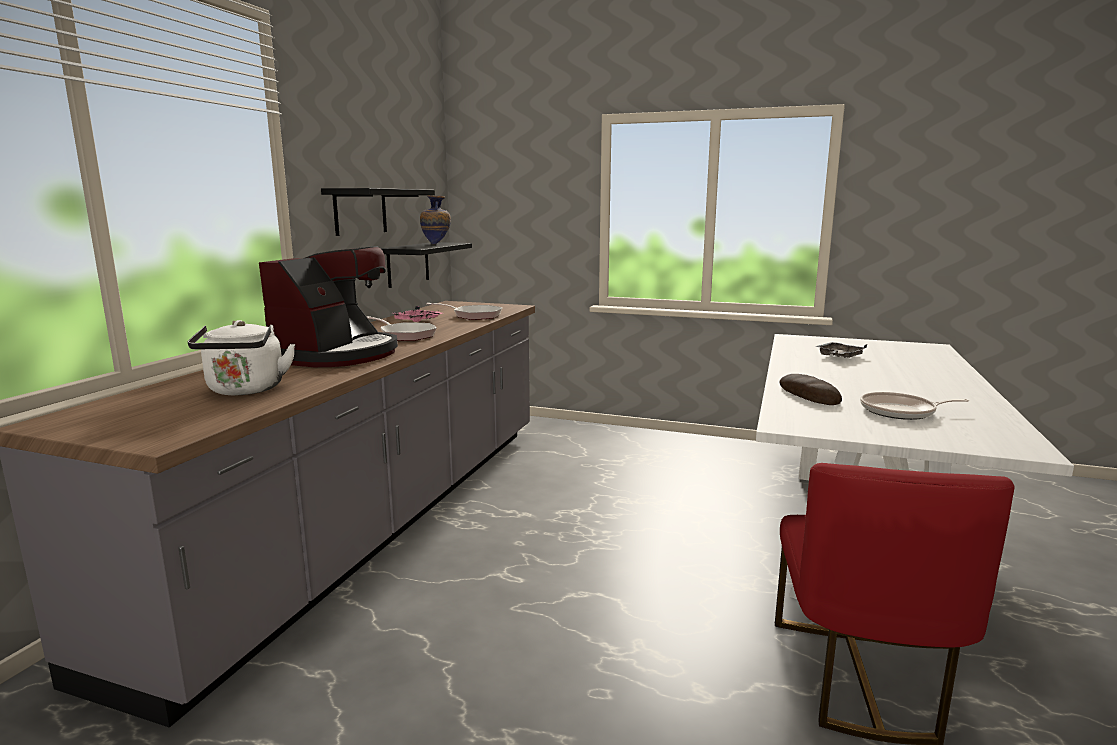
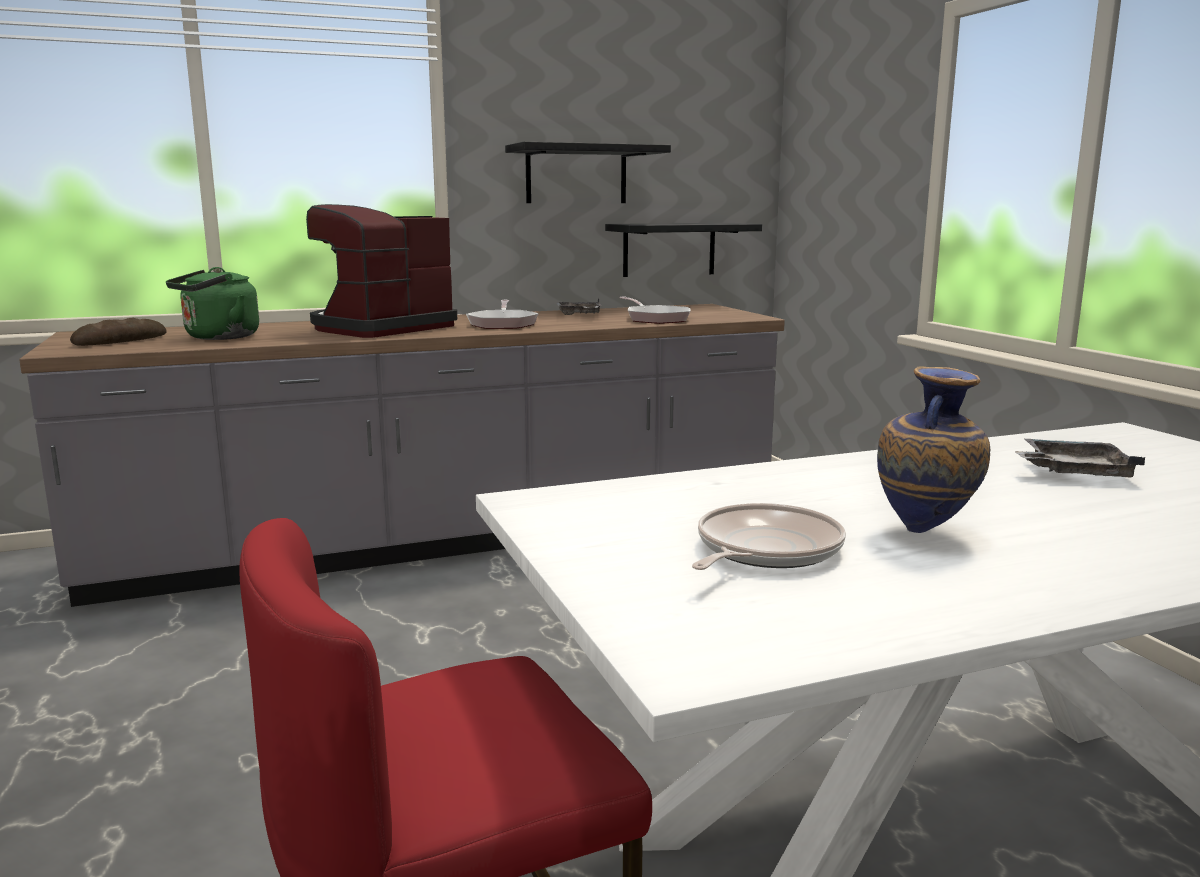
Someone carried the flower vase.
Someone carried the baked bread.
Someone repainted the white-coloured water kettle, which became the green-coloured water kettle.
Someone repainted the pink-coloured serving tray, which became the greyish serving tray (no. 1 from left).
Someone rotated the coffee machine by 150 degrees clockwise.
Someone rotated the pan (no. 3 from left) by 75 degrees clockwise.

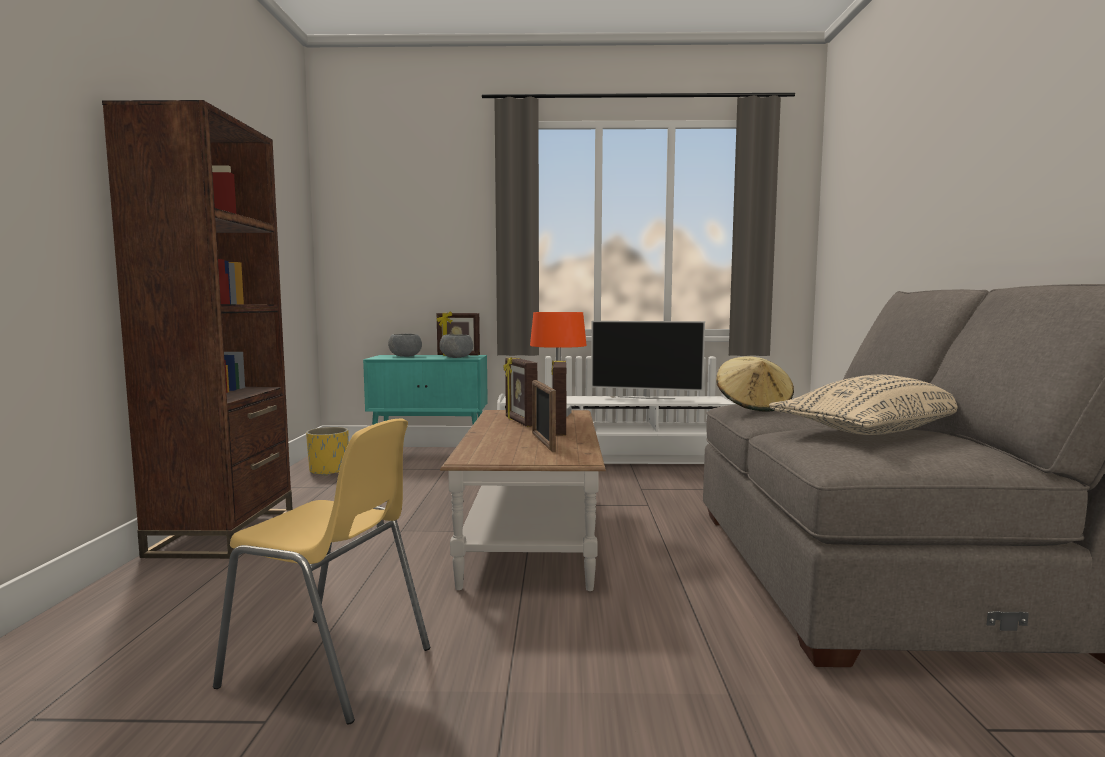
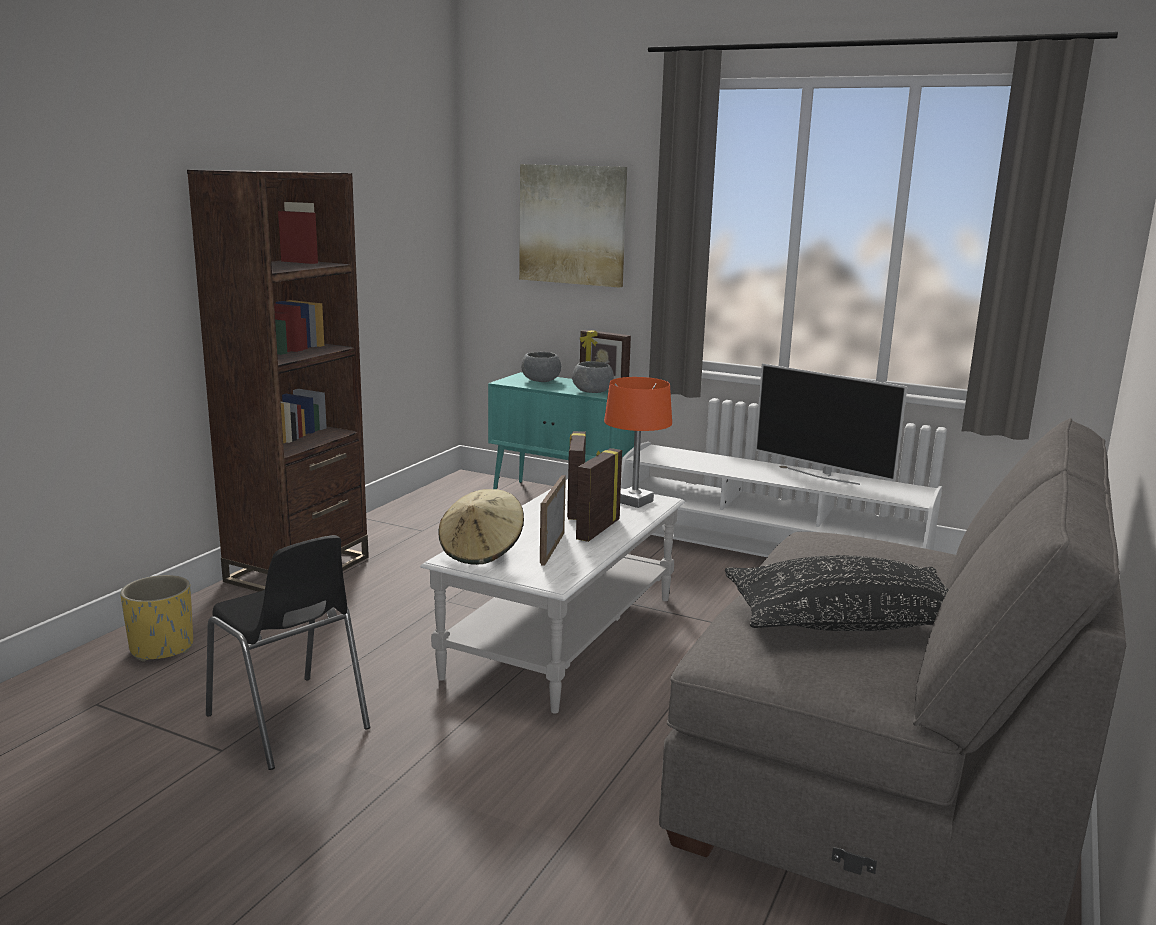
Someone put up the wall picture.
Someone carried the yellowish flower pot.
Someone carried the beige clothing hat.
Someone repainted the yellowish upright chair, which became the black upright chair.
Someone repainted the brown-coloured lounge table, which became the white-coloured lounge table.
Someone repainted the beige cushion, which became the black cushion.

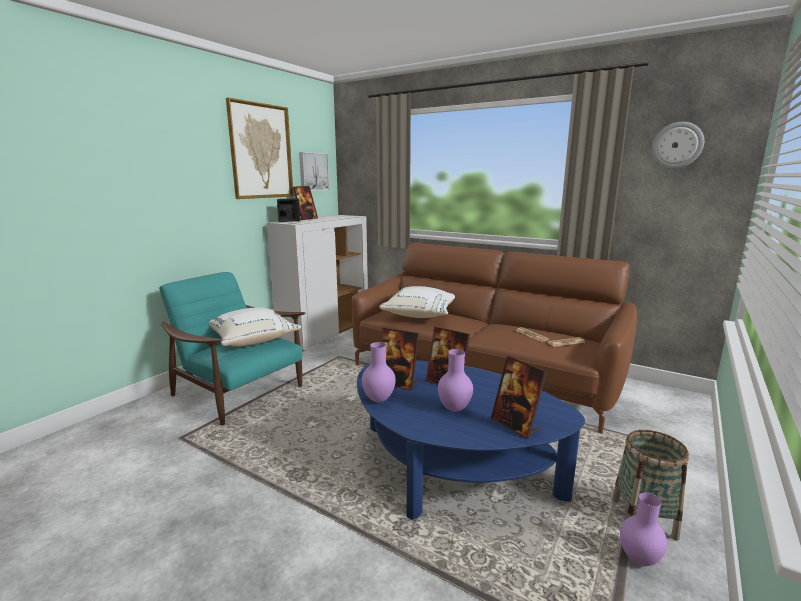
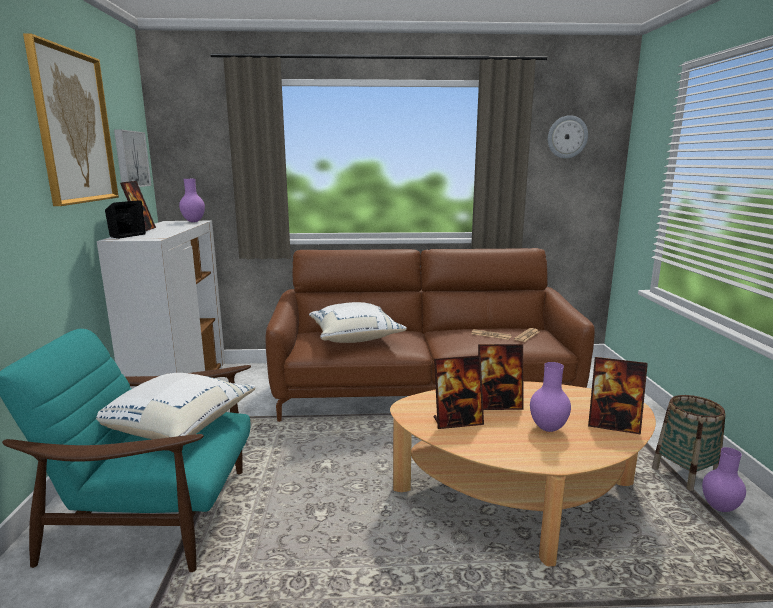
Someone carried the purplish flower vase (no. 1 from left).
Someone repainted the blue-coloured lounge table, which became the beige lounge table.

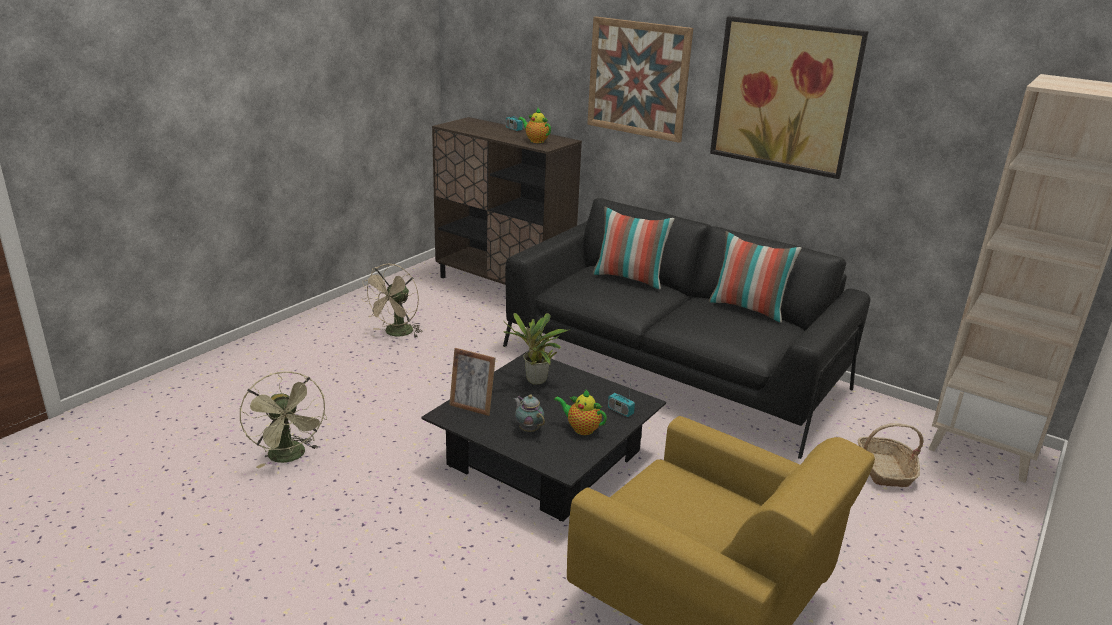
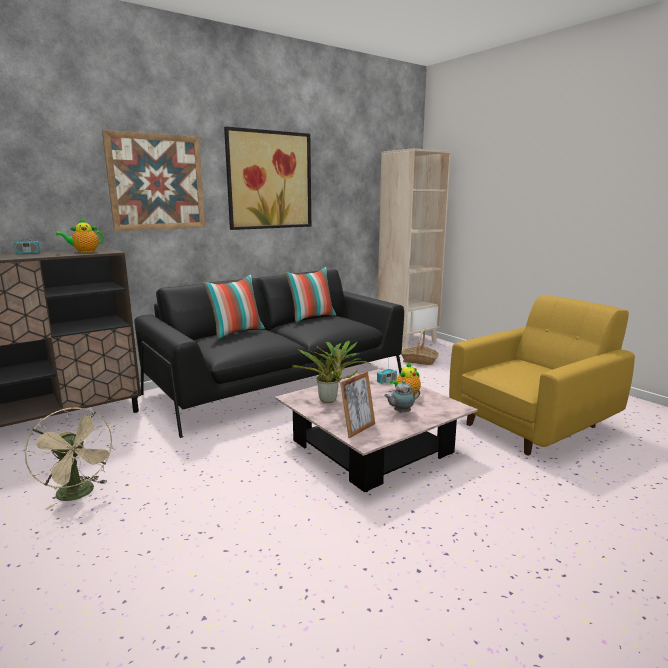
Someone took away the green-coloured fan.
Someone repainted the black lounge table, which became the pink-coloured lounge table.

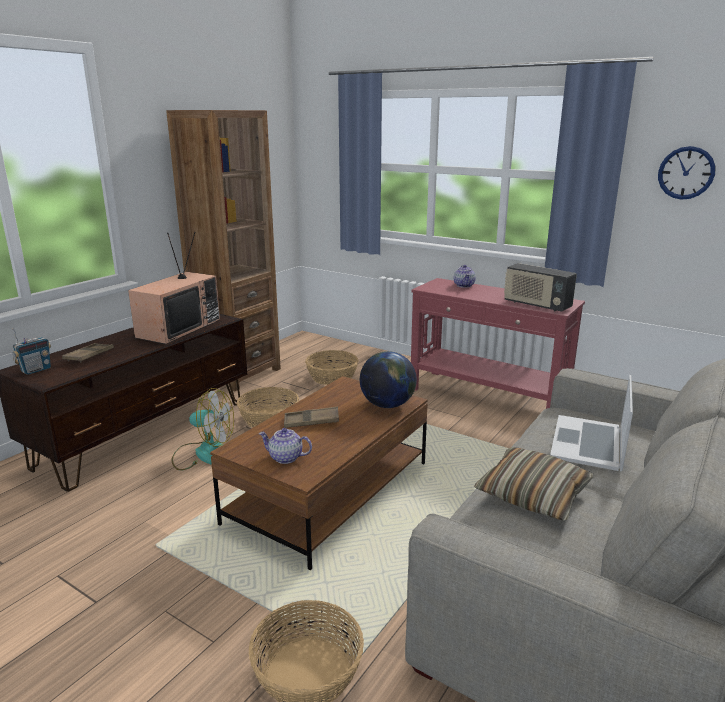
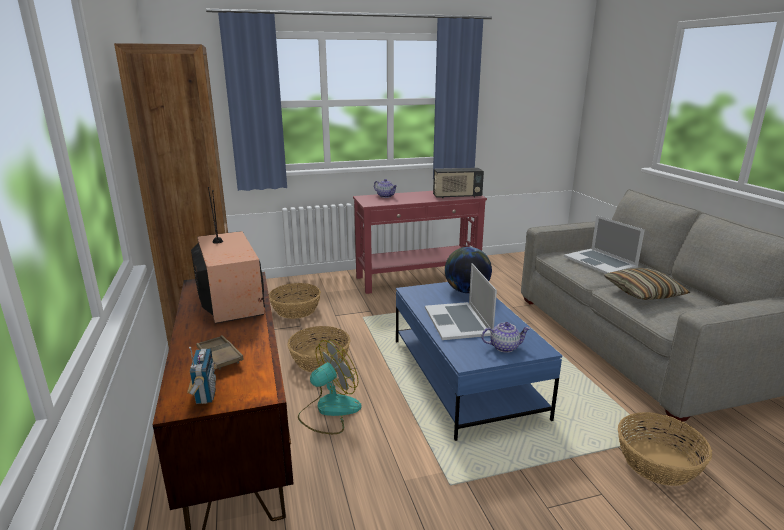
Someone took away the hanging clock.
Someone swapped the brown-coloured serving tray (no. 2 from left) for the laptop (no. 1 from left).
Someone repainted the brown-coloured lounge table, which became the blue-coloured lounge table.
Someone rotated the teapot (no. 1 from left in the first image) by 150 degrees counterclockwise.

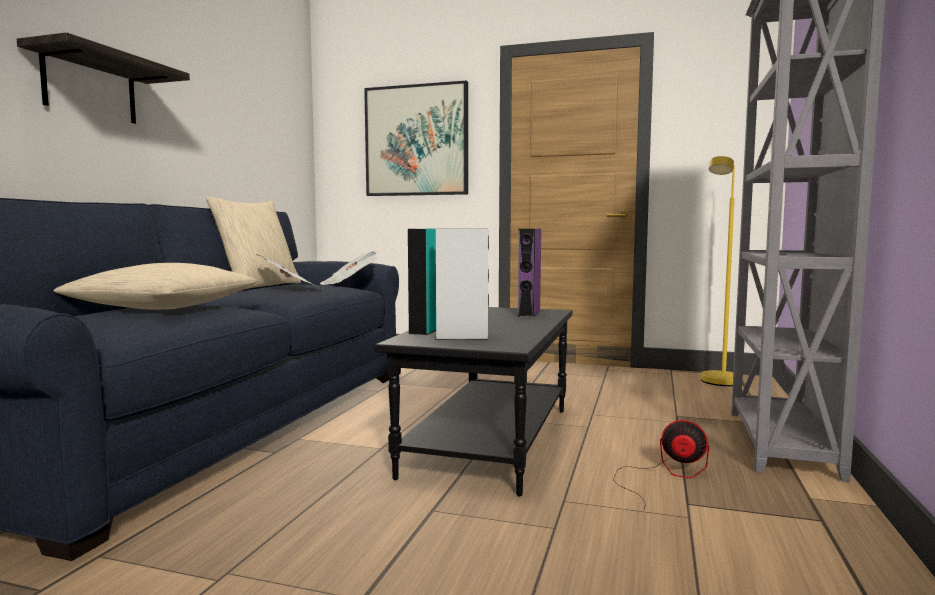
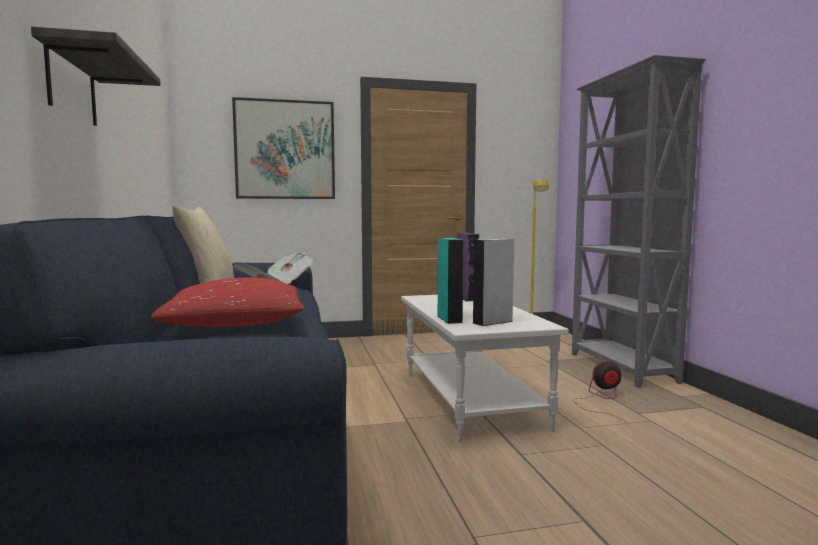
Someone repainted the beige cushion (no. 1 from left), which became the red cushion.
Someone repainted the black lounge table, which became the white-coloured lounge table.

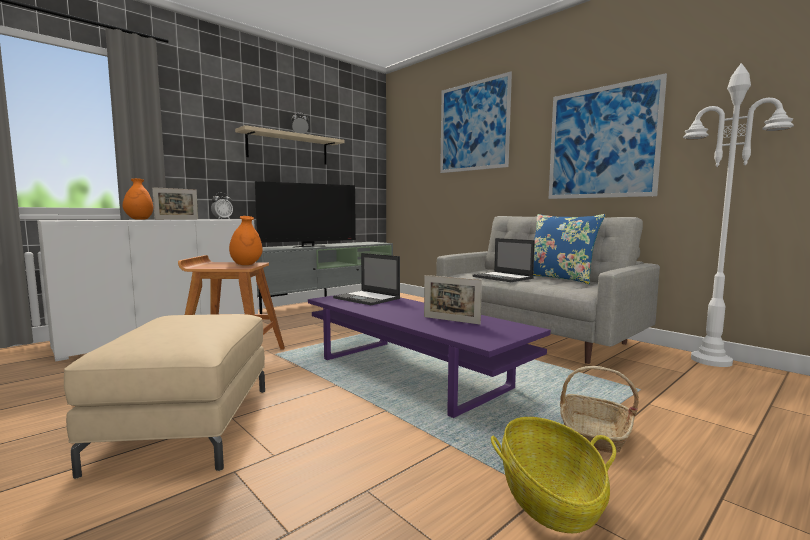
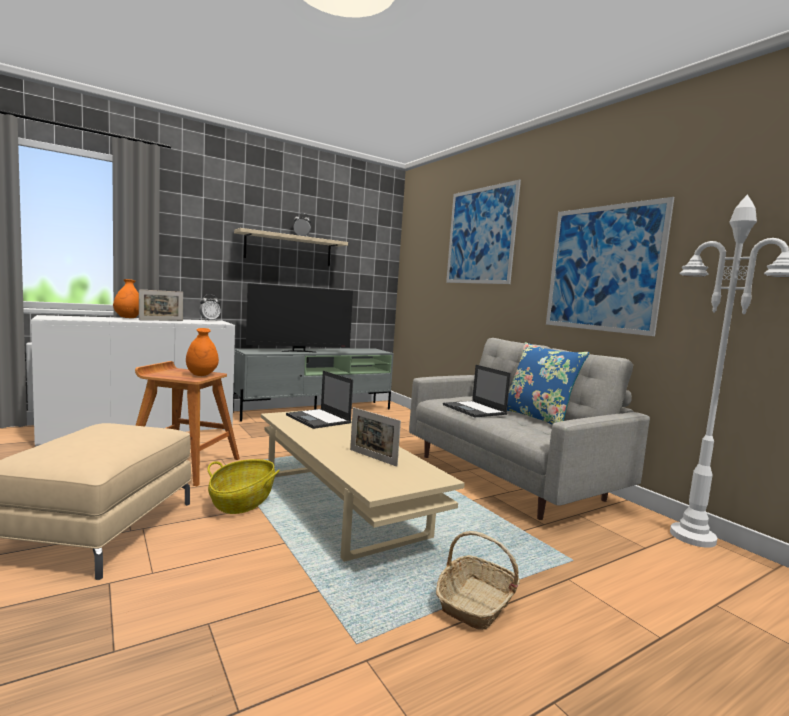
Someone carried the household basket (no. 1 from left).
Someone repainted the purplish lounge table, which became the beige lounge table.

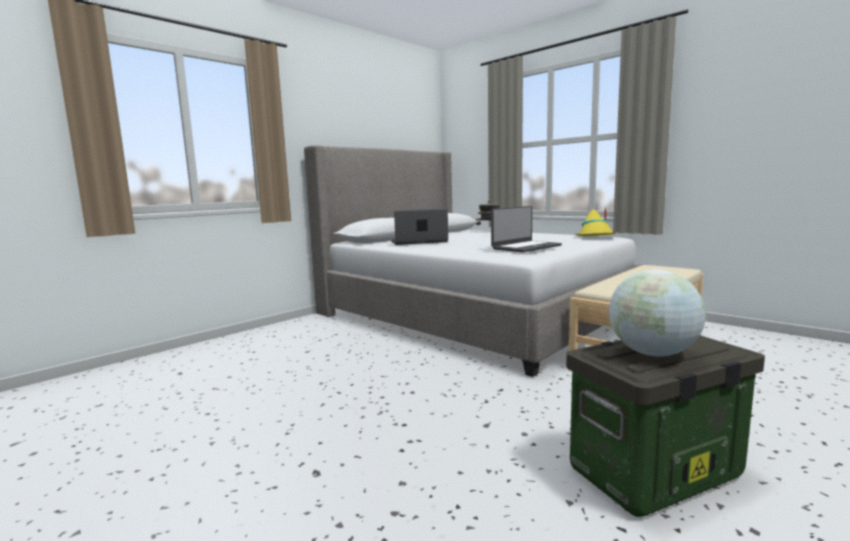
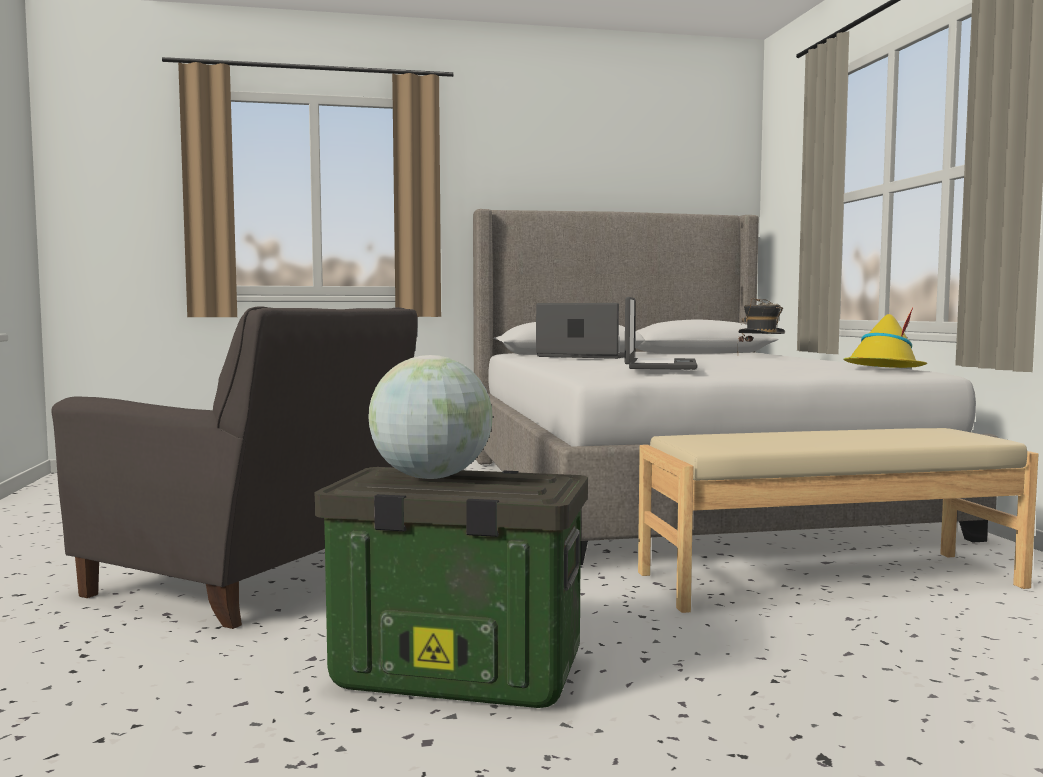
Someone put down the greyish easy chair.
Someone rotated the laptop (no. 2 from left) by 75 degrees counterclockwise.

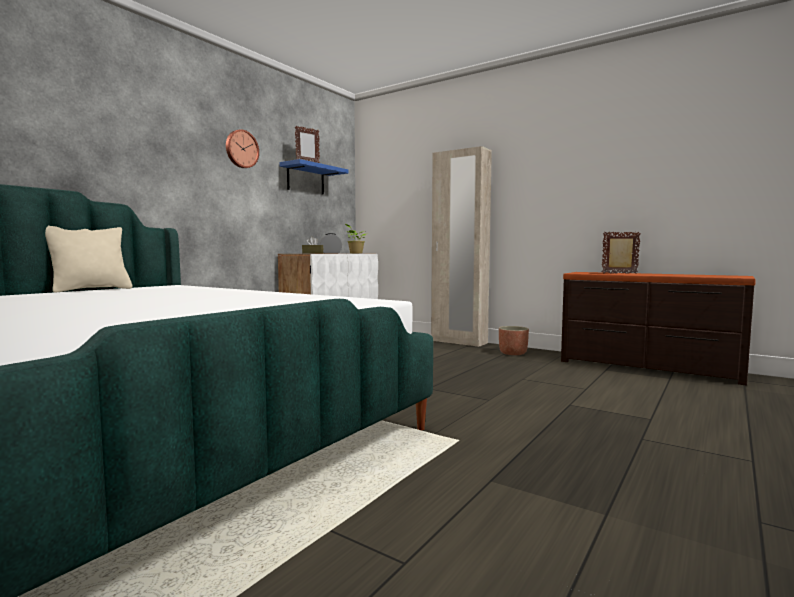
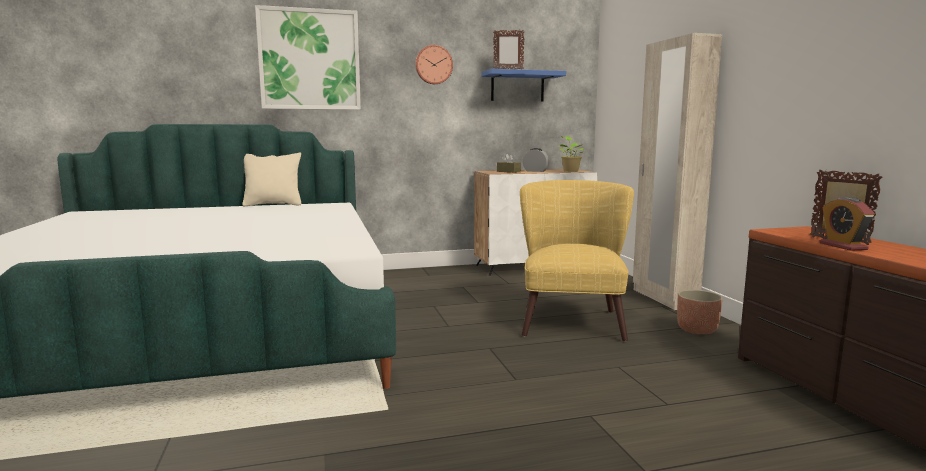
Someone put up the wall picture.
Someone put down the yellowish easy chair.
Someone put down the bedside clock (no. 2 from left).

